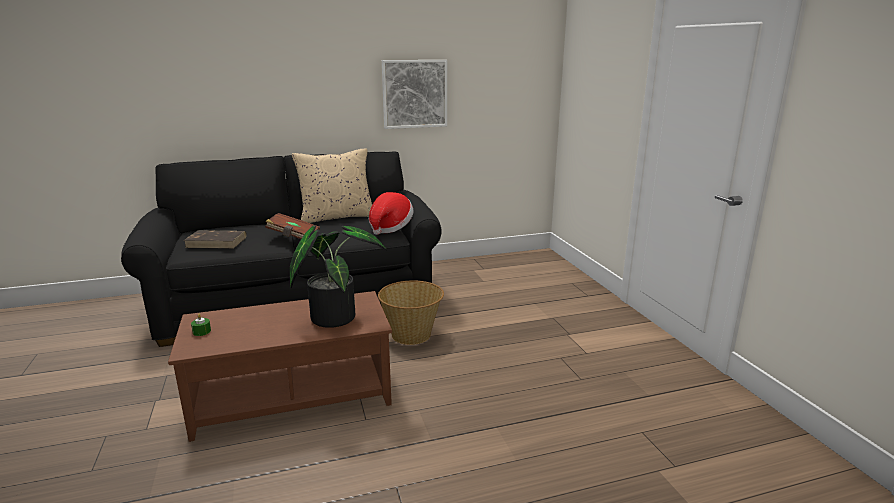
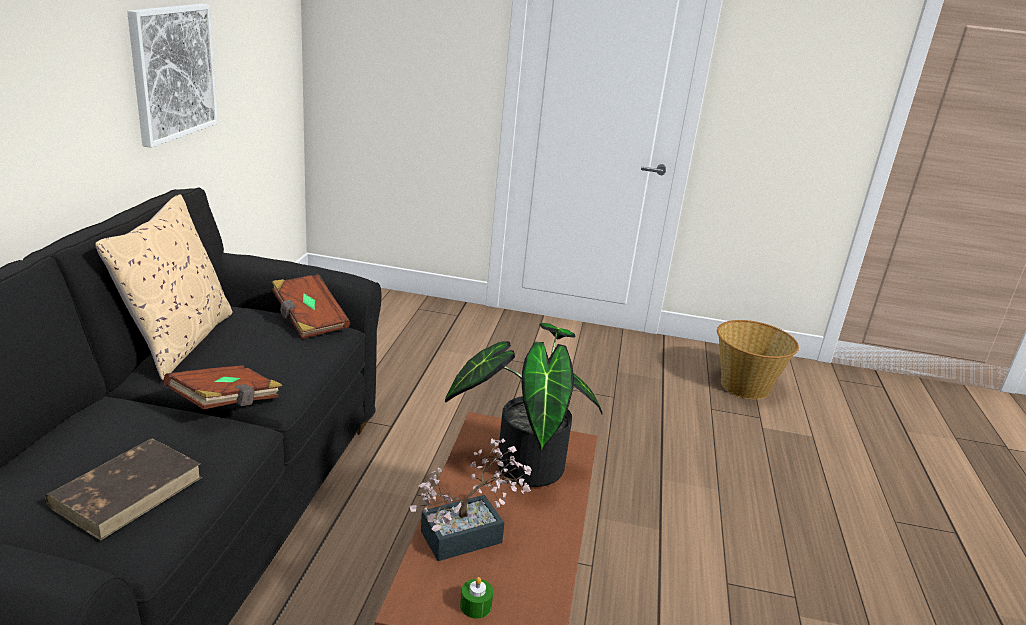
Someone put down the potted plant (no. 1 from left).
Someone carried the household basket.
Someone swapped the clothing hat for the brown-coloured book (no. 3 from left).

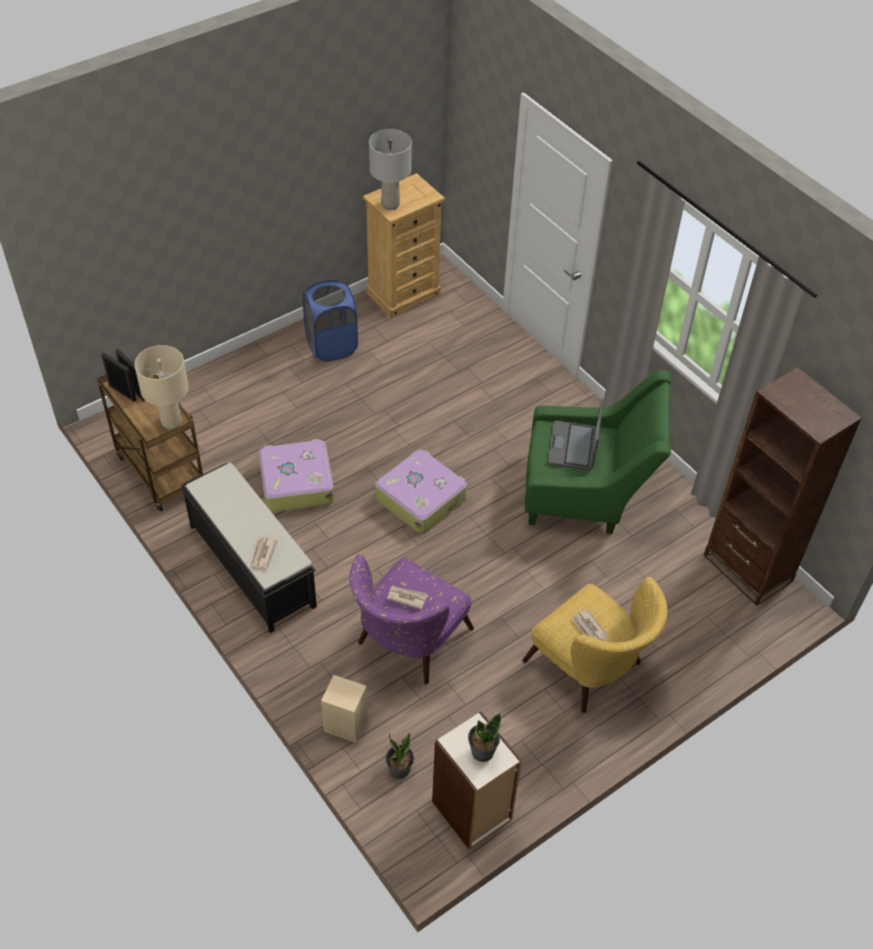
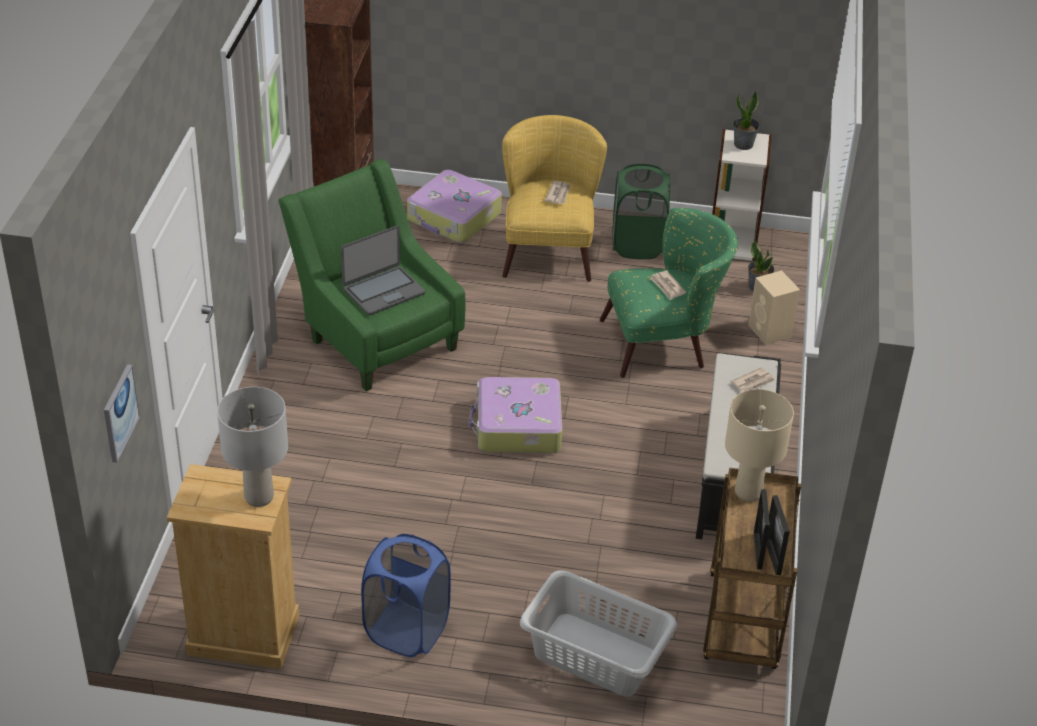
Someone put up the wall picture.
Someone put down the greyish washing basket.
Someone put down the green-coloured washing basket.
Someone carried the piece of luggage (no. 1 from left).
Someone repainted the purplish easy chair, which became the green-coloured easy chair (no. 2 from left).

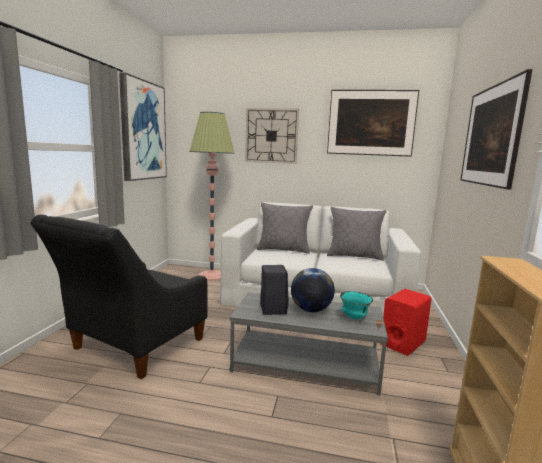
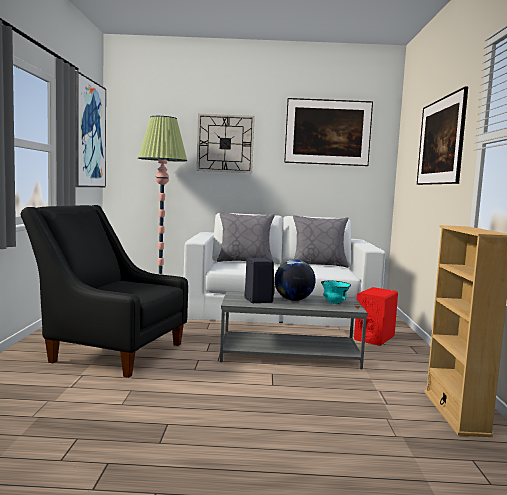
Someone rotated the black easy chair by 90 degrees clockwise.

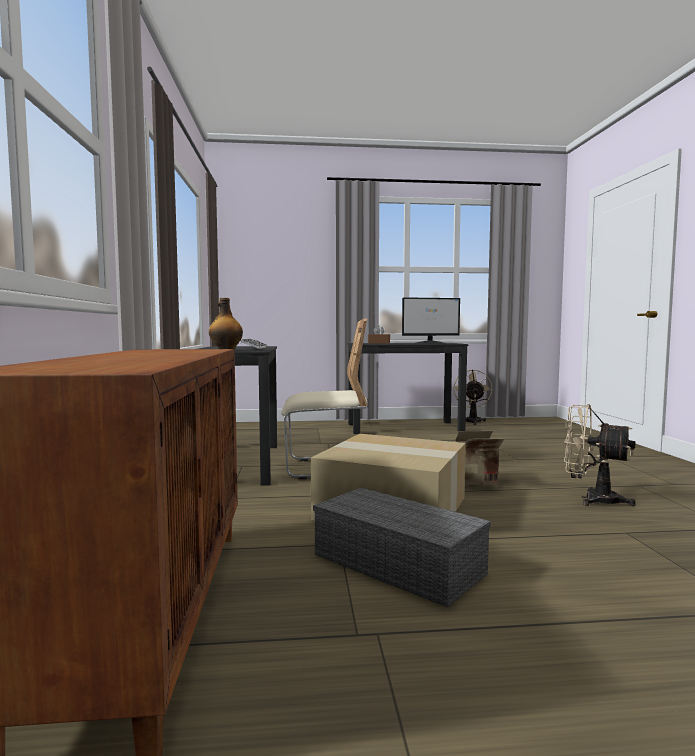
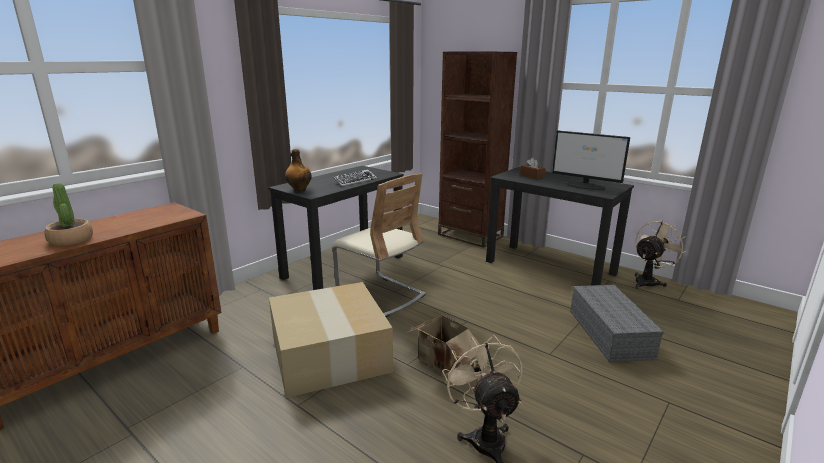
Someone put down the potted plant.
Someone put down the brown-coloured bookcase.
Someone carried the greyish storage box.

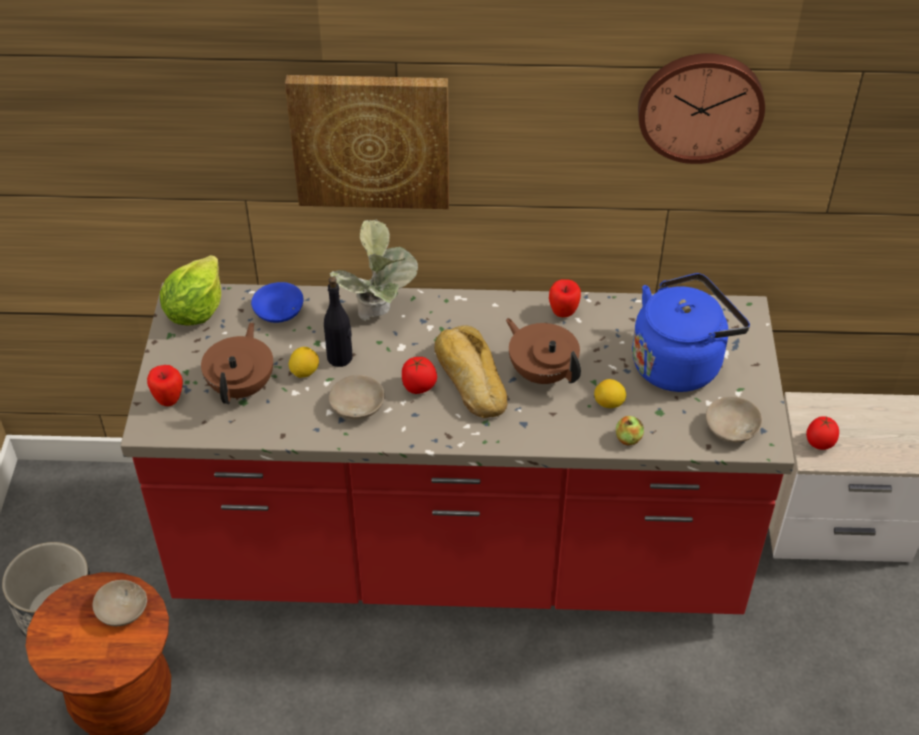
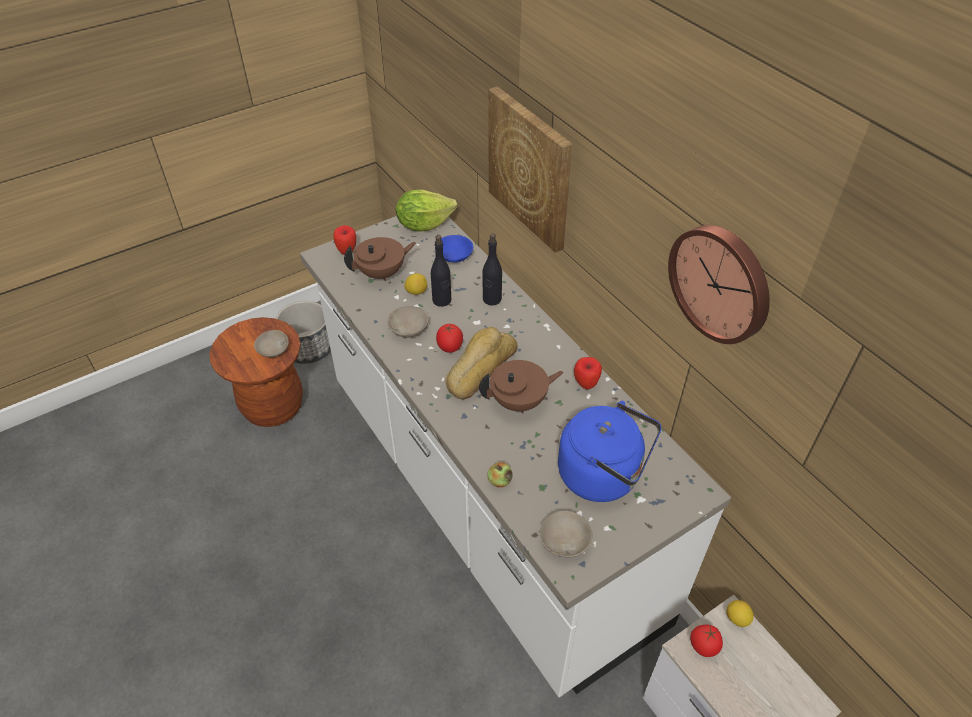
Someone carried the lemon (no. 2 from left).
Someone swapped the potted plant for the black bottle (no. 2 from left).
Someone repainted the red kitchen counter, which became the white-coloured kitchen counter.
Someone rotated the brown-coloured teapot (no. 2 from left) by 60 degrees clockwise.

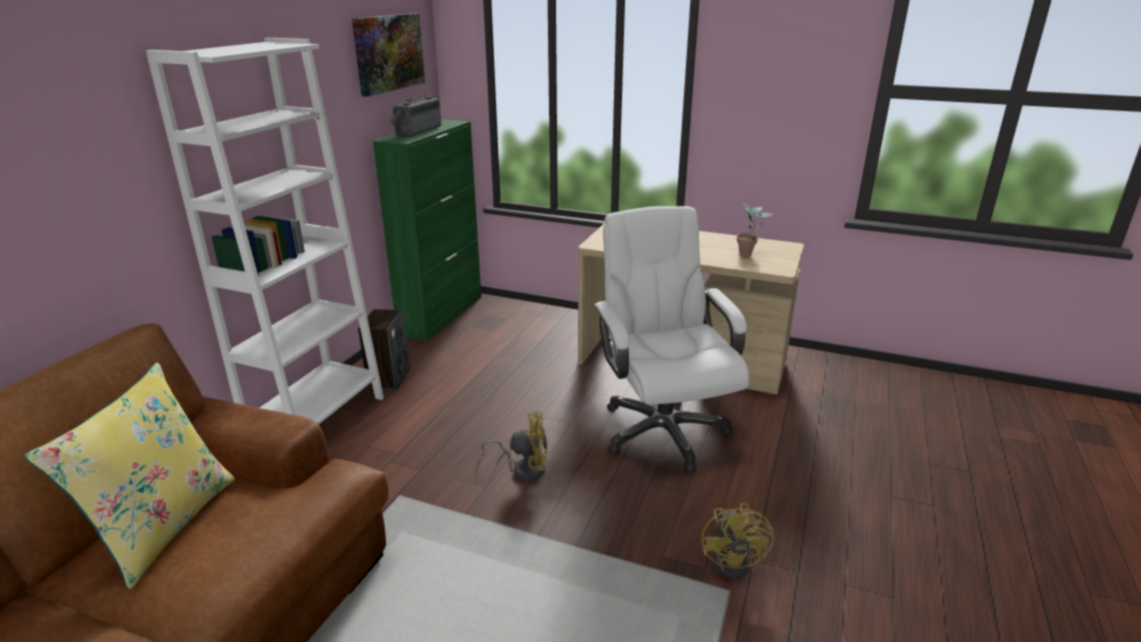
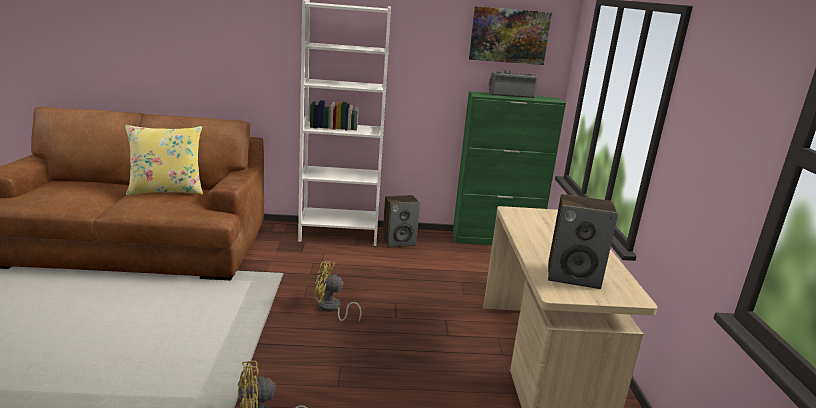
Someone took away the white-coloured computer chair.
Someone swapped the potted plant for the loudspeaker (no. 2 from left).
Someone rotated the yellowish fan (no. 1 from left in the first image) by 120 degrees clockwise.

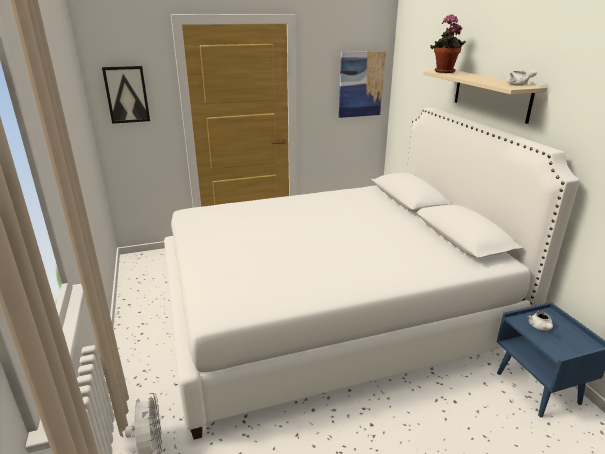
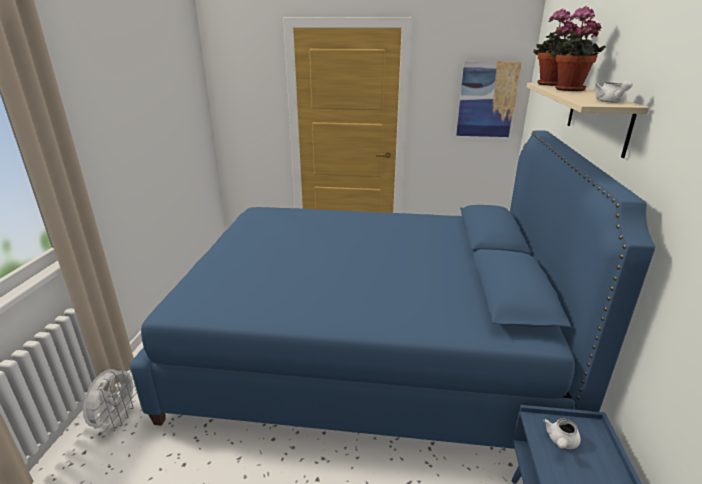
Someone took away the wall picture (no. 1 from left).
Someone put down the potted plant (no. 2 from left).
Someone repainted the white-coloured sleeping bed, which became the blue-coloured sleeping bed.

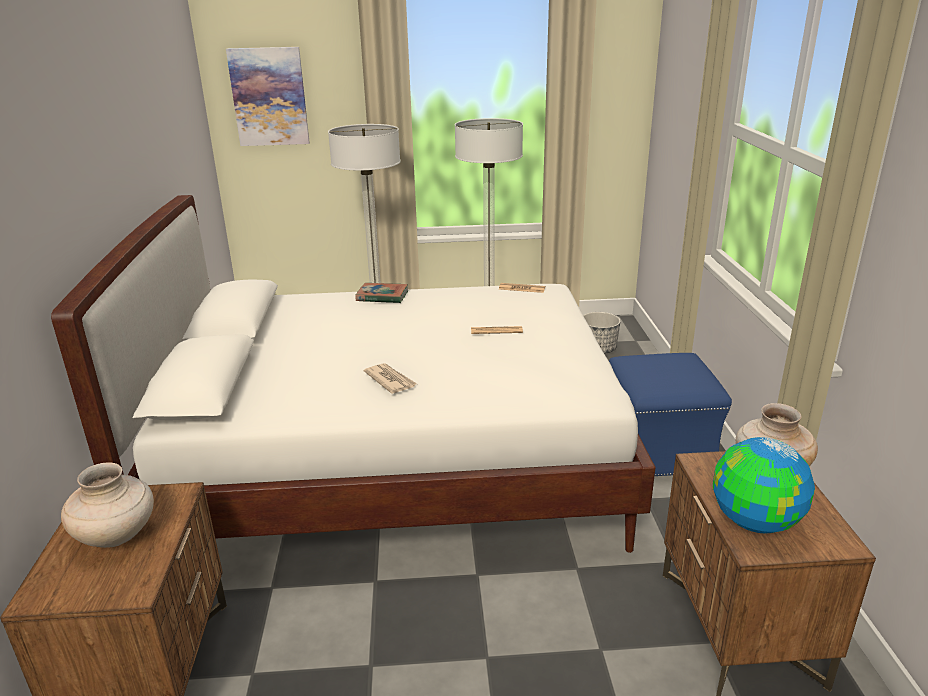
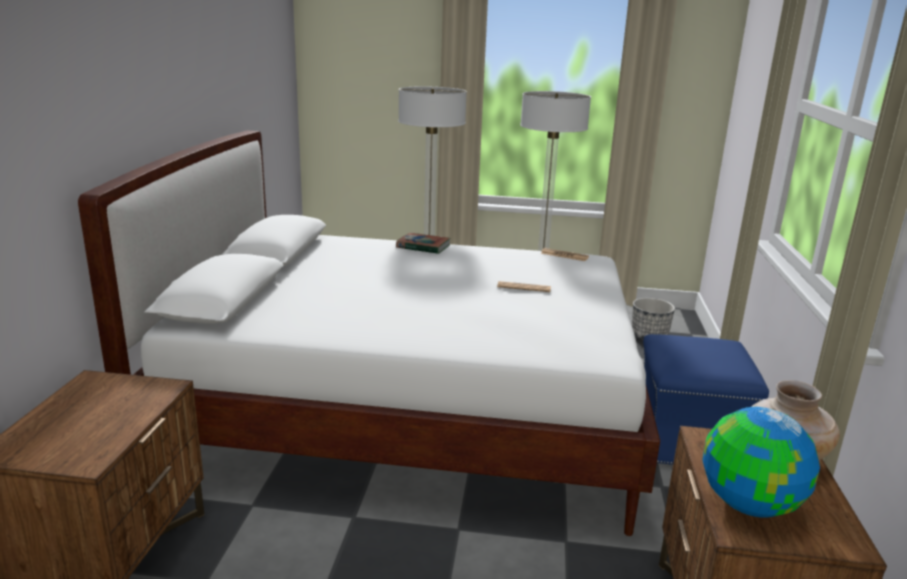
Someone took away the beige flower vase (no. 1 from left).
Someone took away the wall picture.
Someone took away the printed paper (no. 1 from left).

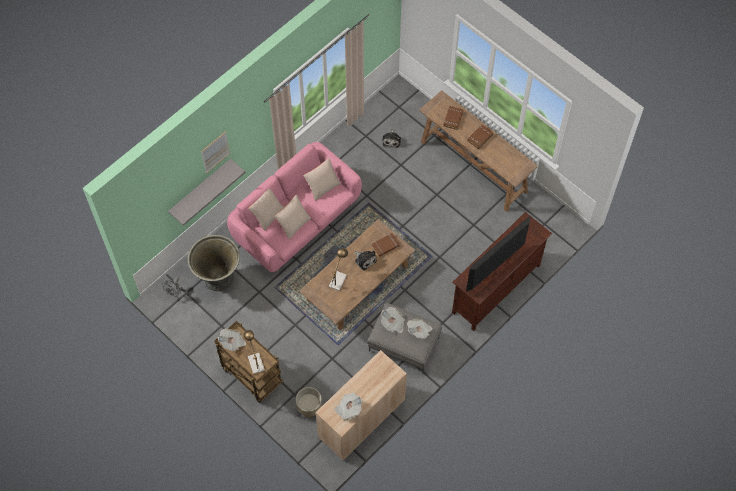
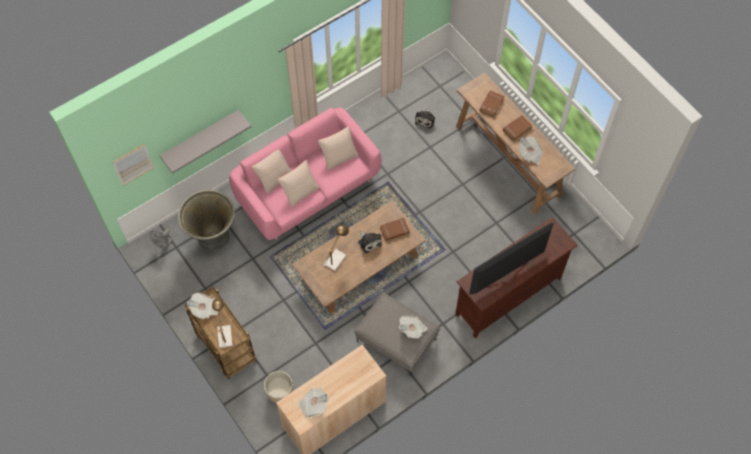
Someone carried the wall picture.
Someone carried the printed paper (no. 3 from left in the first image).

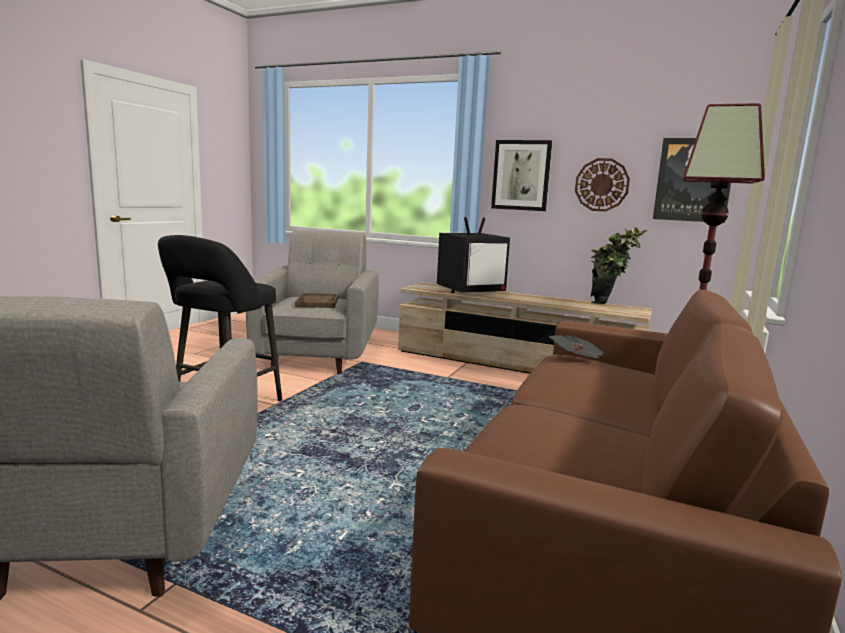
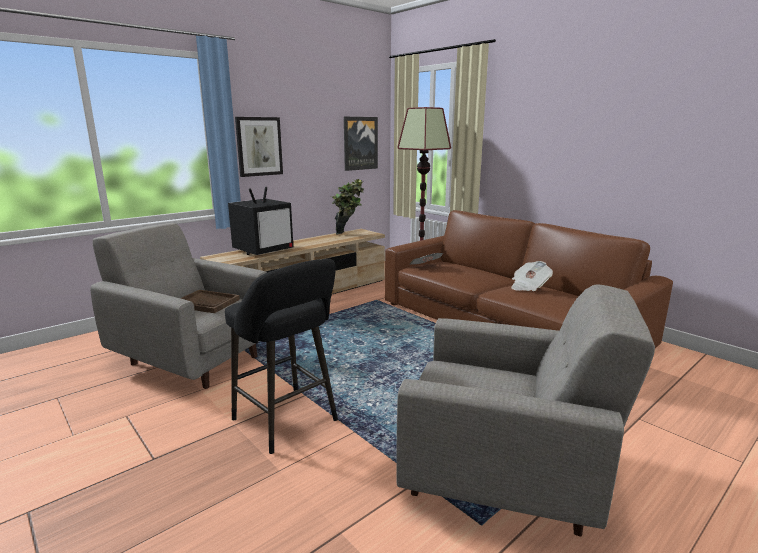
Someone took away the hanging clock.
Someone put down the printed paper (no. 2 from left).
Someone rotated the television by 45 degrees clockwise.

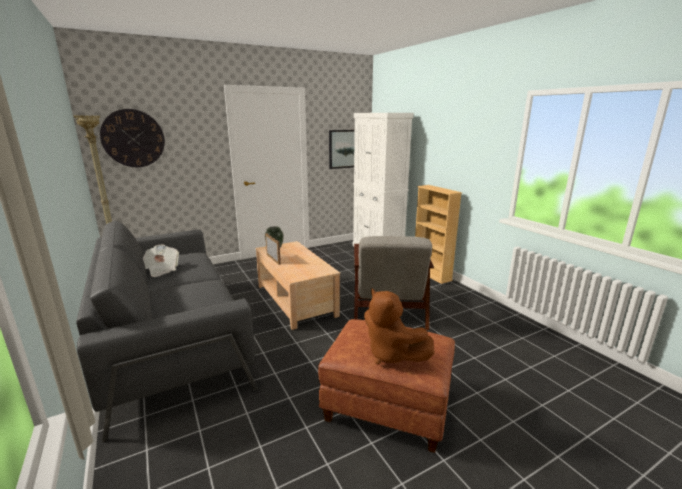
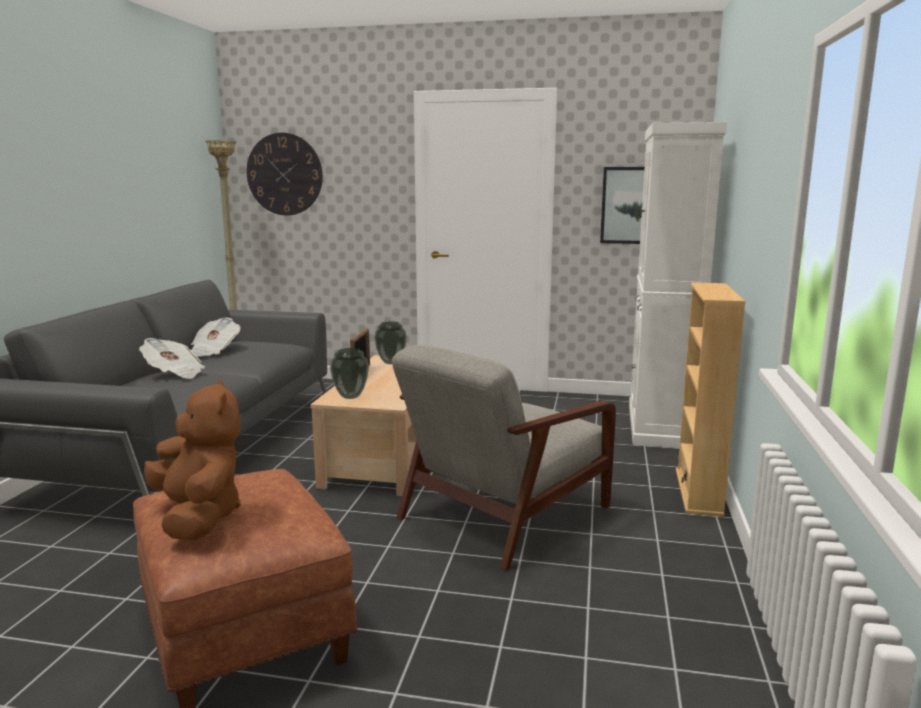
Someone put down the printed paper (no. 1 from left).
Someone put down the flower vase (no. 1 from left).
Someone rotated the brown-coloured soft toy by 150 degrees clockwise.

